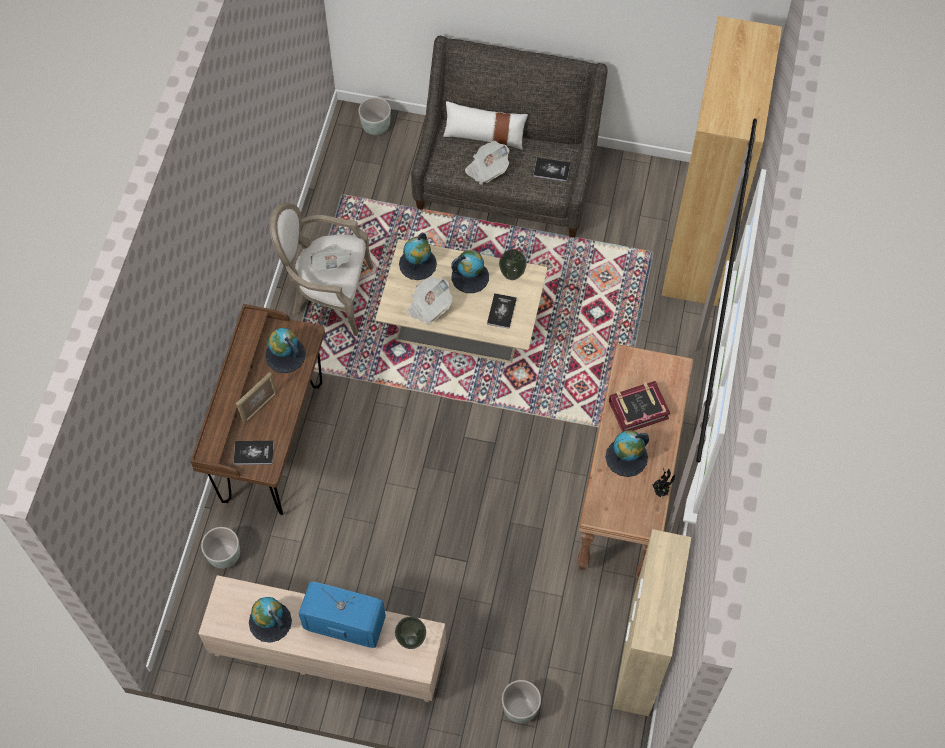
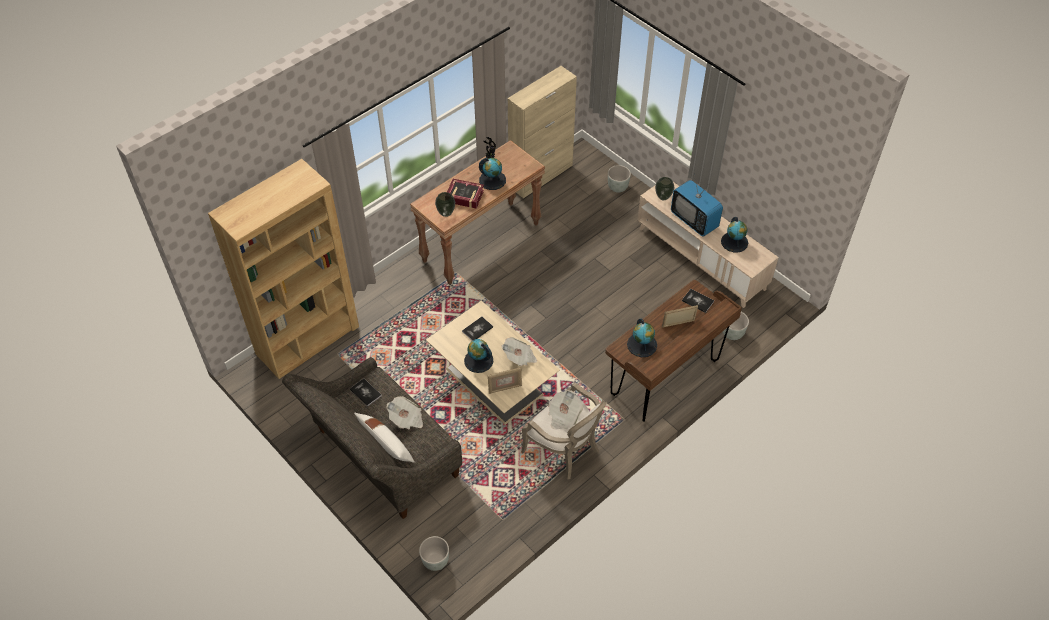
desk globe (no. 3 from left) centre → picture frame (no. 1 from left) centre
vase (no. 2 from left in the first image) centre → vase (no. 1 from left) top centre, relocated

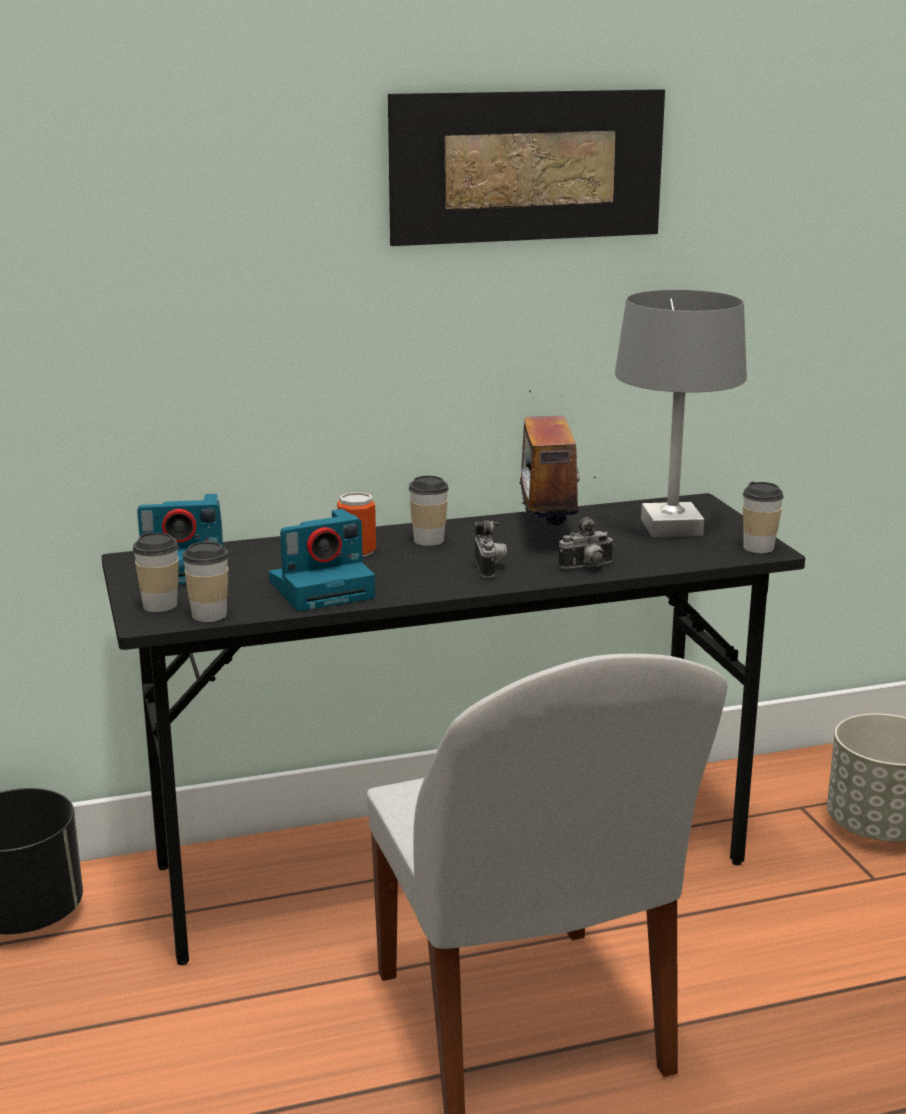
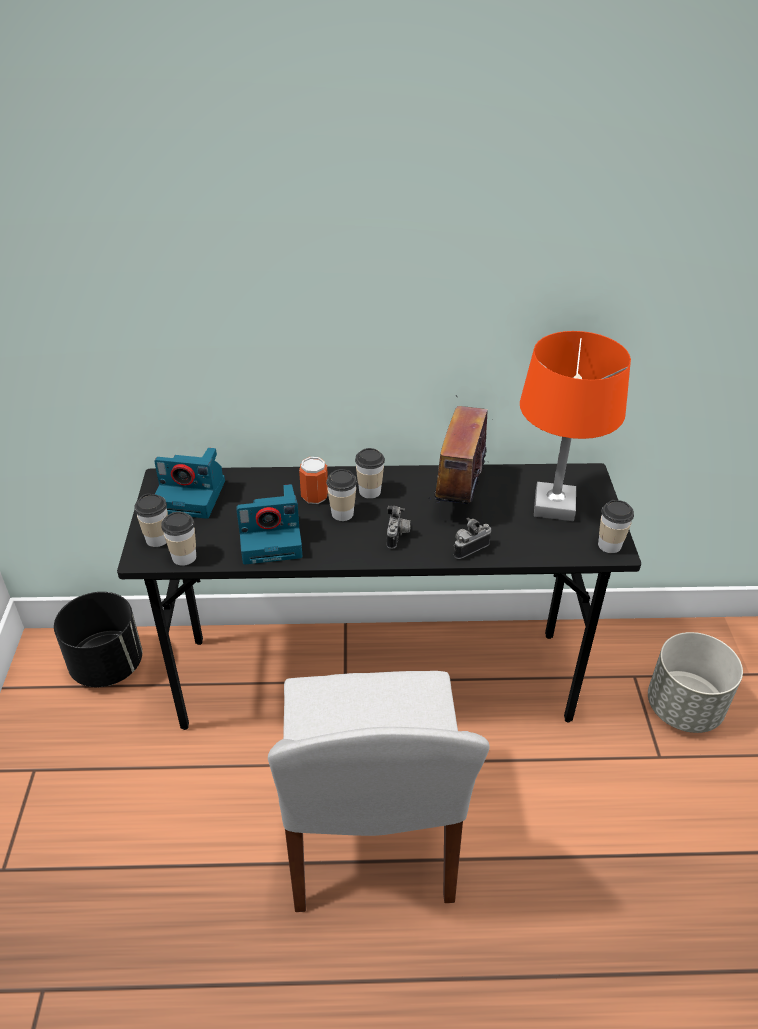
wall picture top centre → -
photo camera (no. 4 from left) centre, 150 degrees clockwise
gray table lamp middle right → orange-coloured table lamp middle right
- → small cup (no. 3 from left) centre

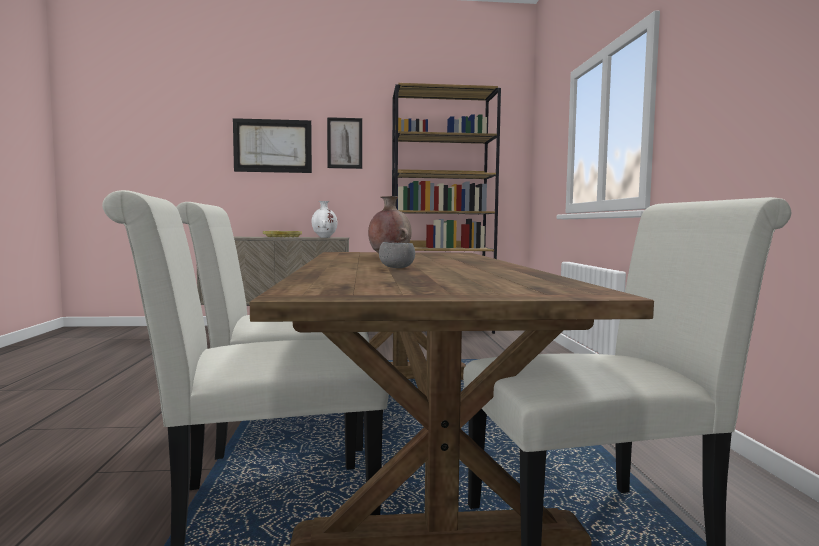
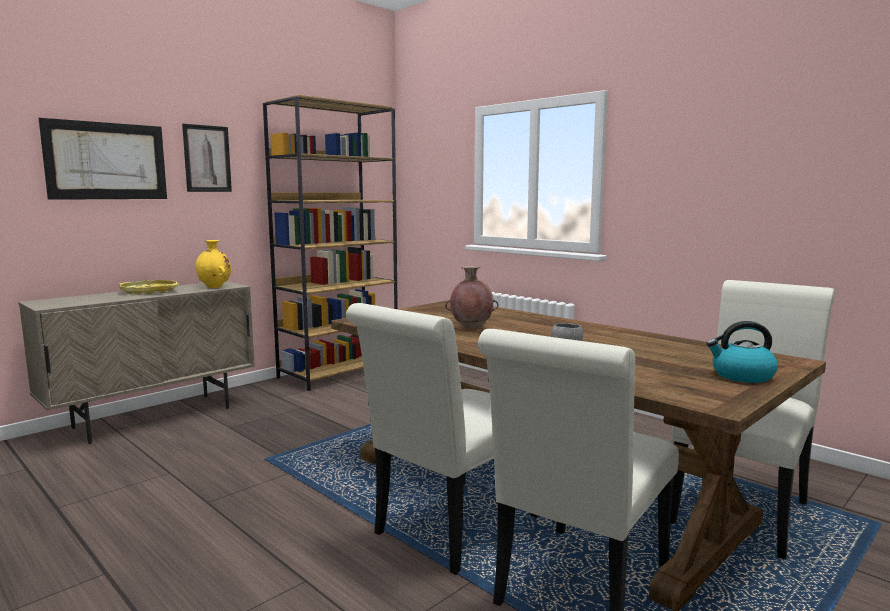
whitish vase centre → yellowish vase middle left
- → kettle middle right

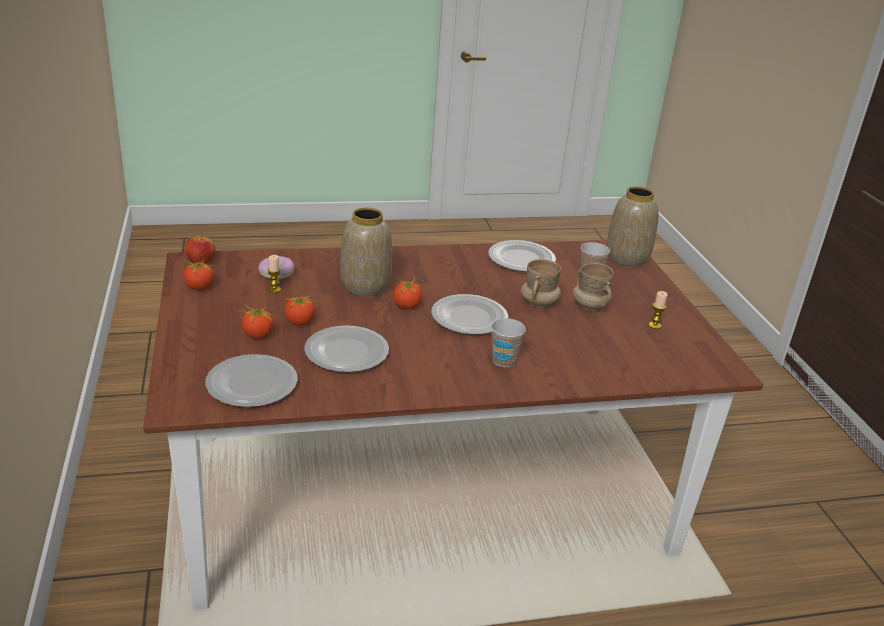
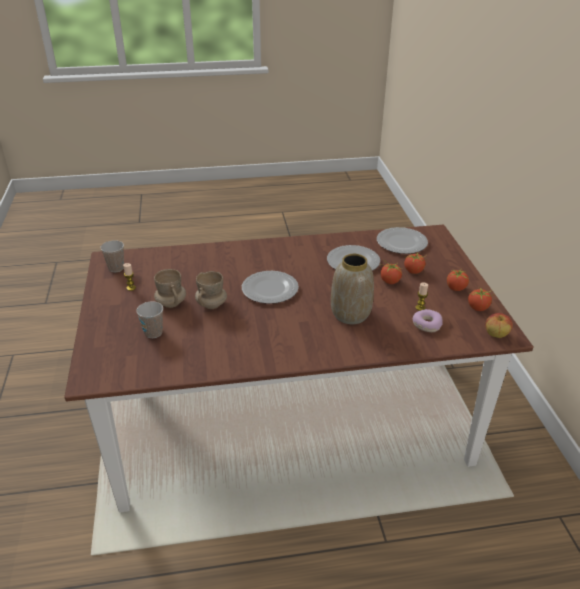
fresh tomato (no. 4 from left in the first image) centre → fresh tomato (no. 3 from left) middle right, relocated
dinner plate (no. 4 from left) centre → -
small cup (no. 1 from left) centre → small cup (no. 1 from left) middle left, relocated
vase (no. 2 from left) middle right → -

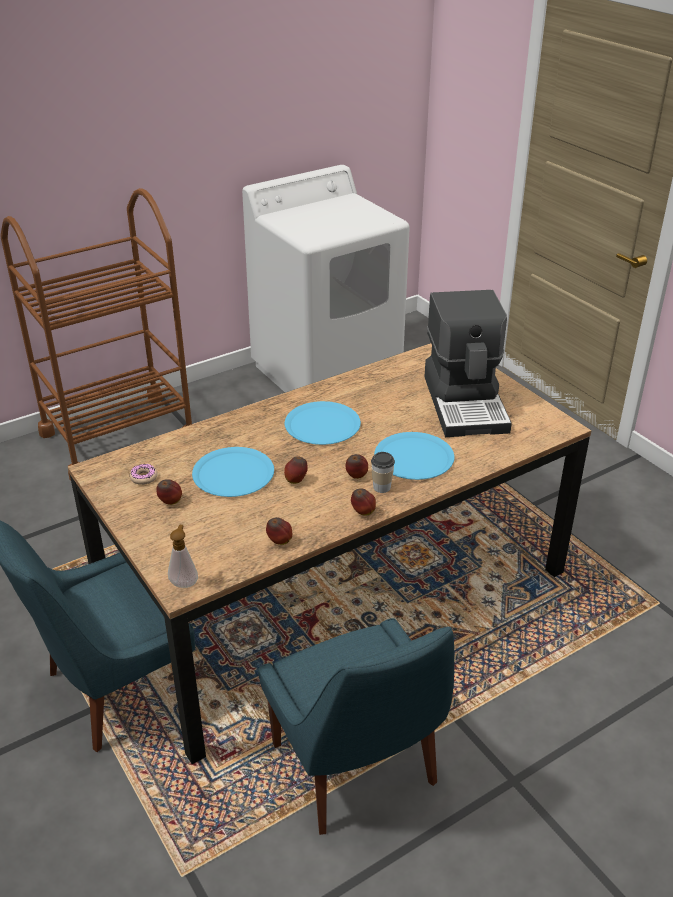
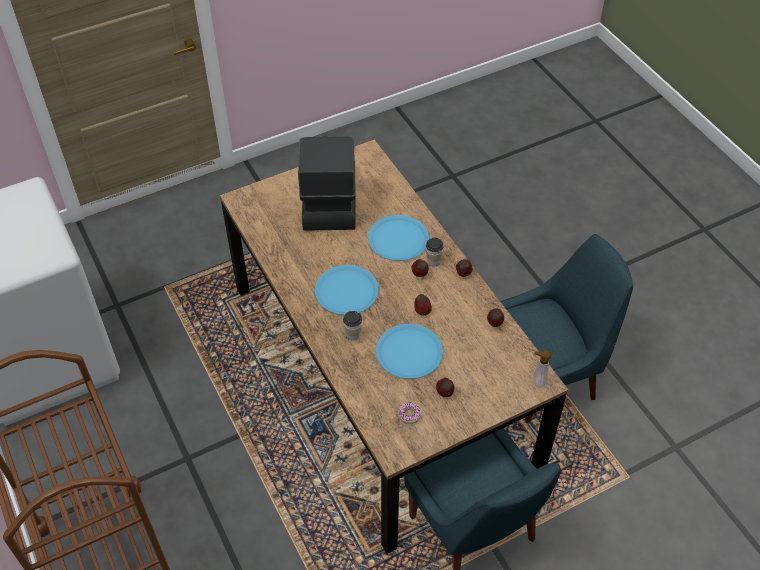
coffee machine middle right → coffee machine top centre, 90 degrees counterclockwise
- → small cup (no. 1 from left) centre

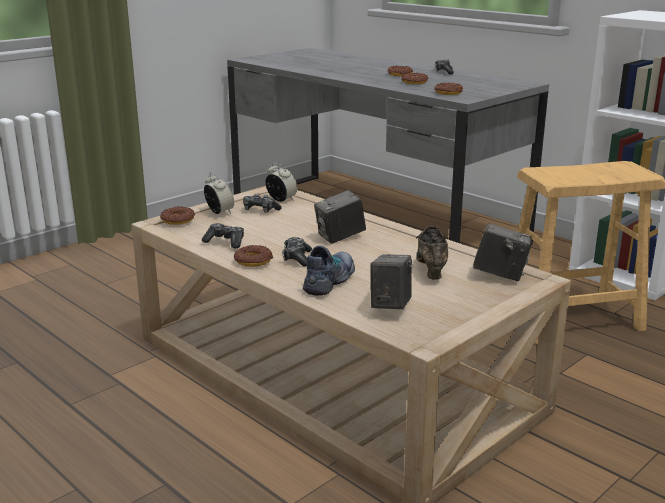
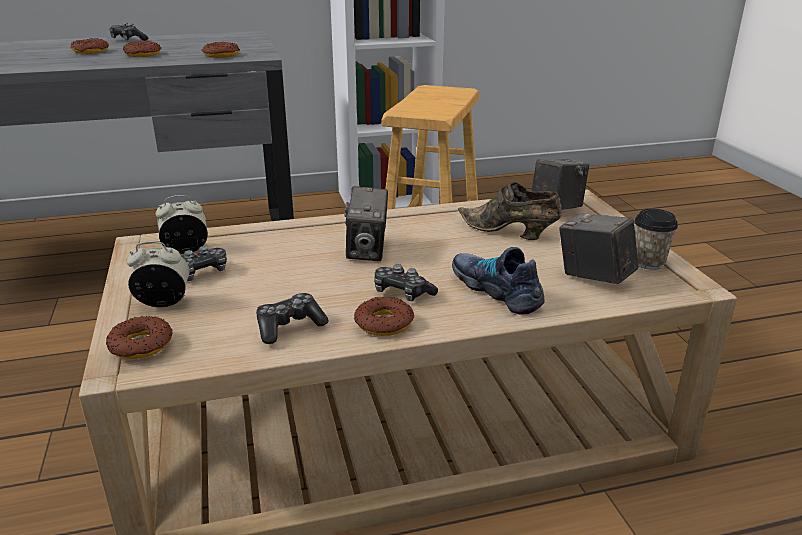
- → small cup middle right

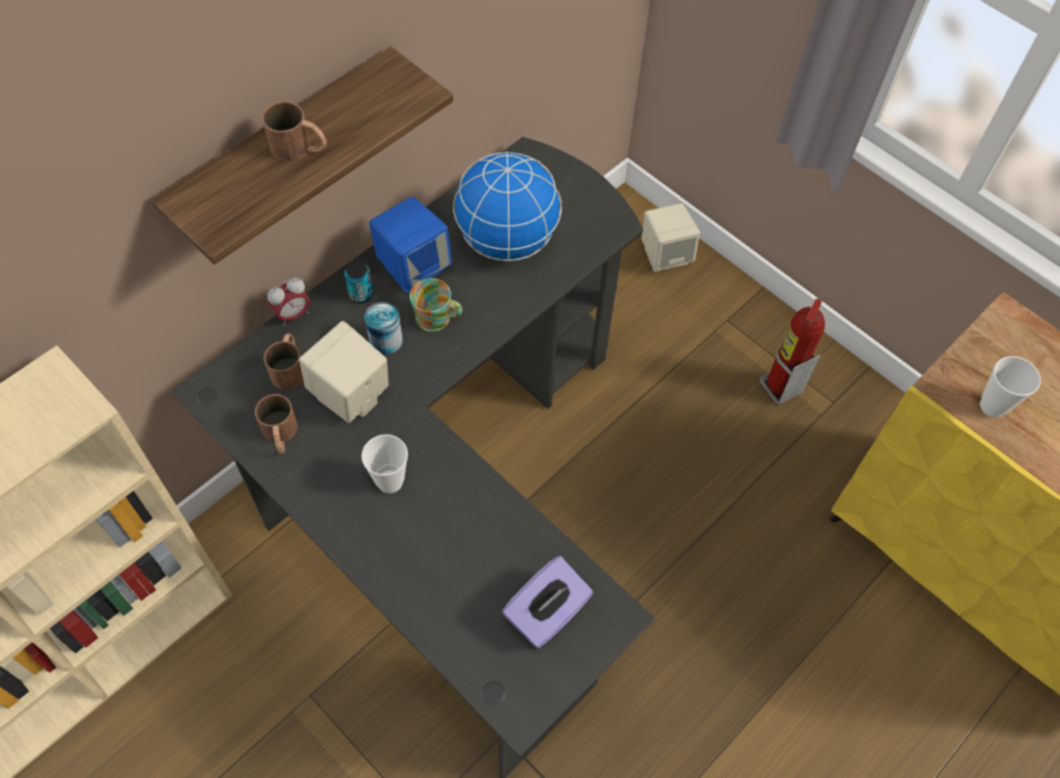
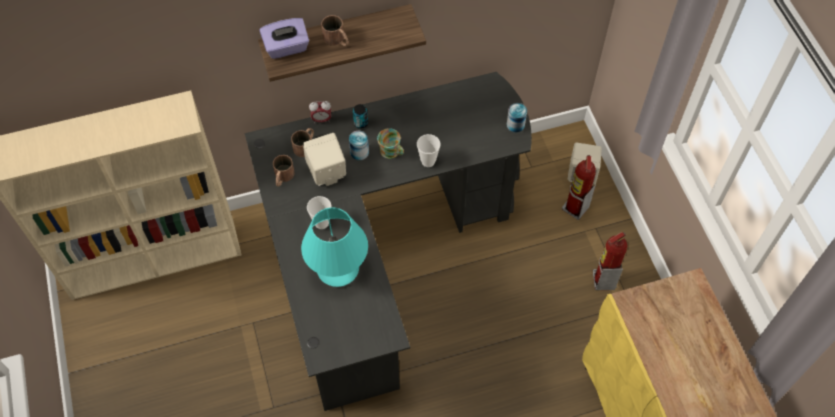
blue-coloured audio speaker top centre → -
desk globe top centre → -
purple-coloured tissue holder bottom centre → purple-coloured tissue holder top centre, relocated
small cup (no. 2 from left) middle right → small cup (no. 2 from left) centre, relocated
- → turquoise-coloured table lamp centre
- → metal can (no. 3 from left) top centre
- → extinguisher (no. 1 from left) middle right

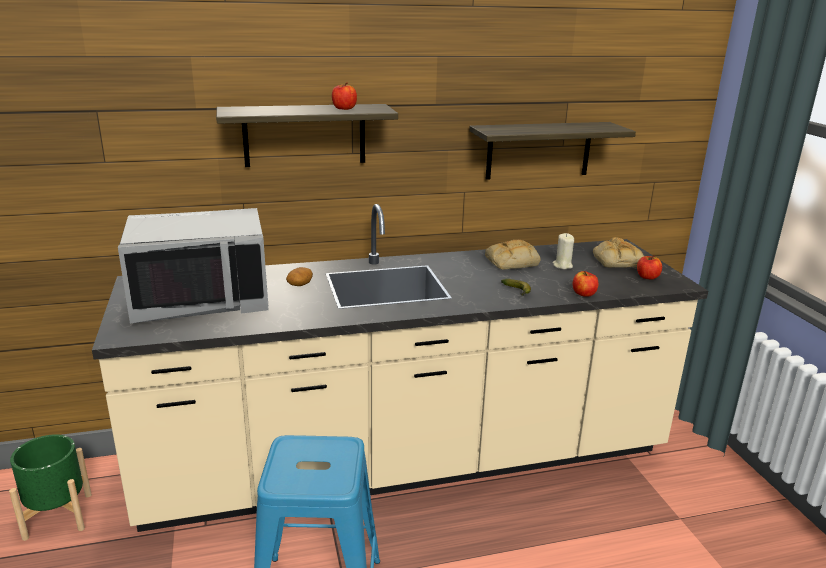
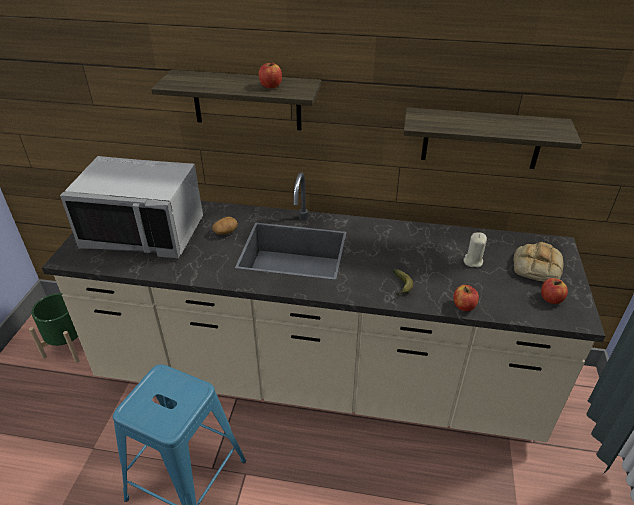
bread (no. 1 from left) centre → -

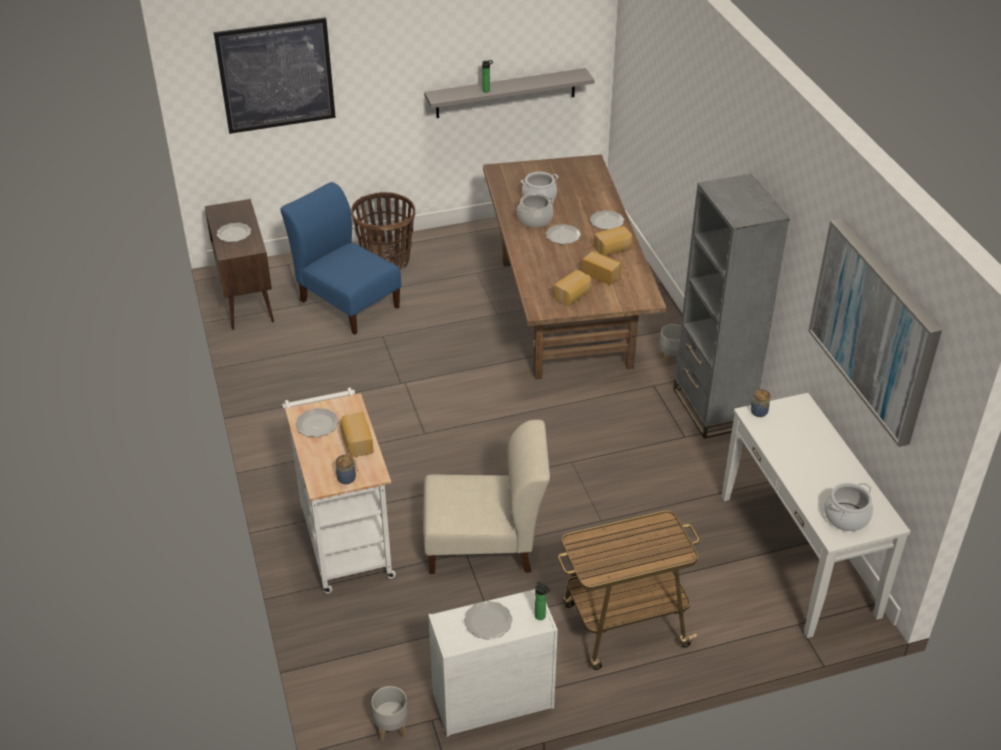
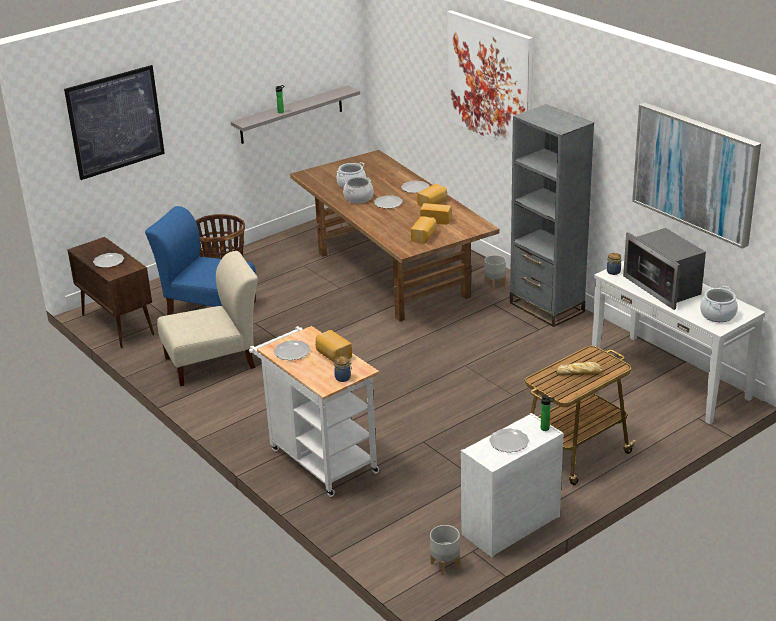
sand-coloured plain chair centre → sand-coloured plain chair middle left, relocated
- → wall picture (no. 2 from left) top centre
- → bread (no. 5 from left) middle right
- → microwave middle right

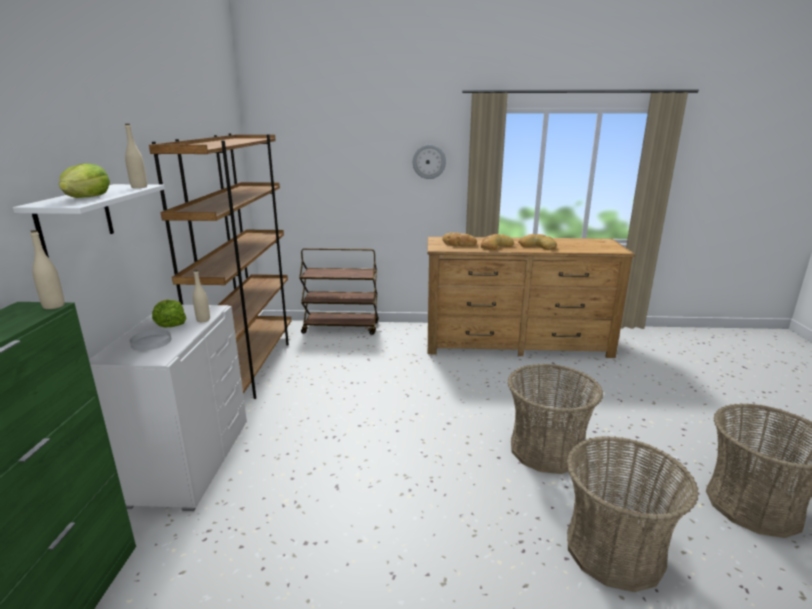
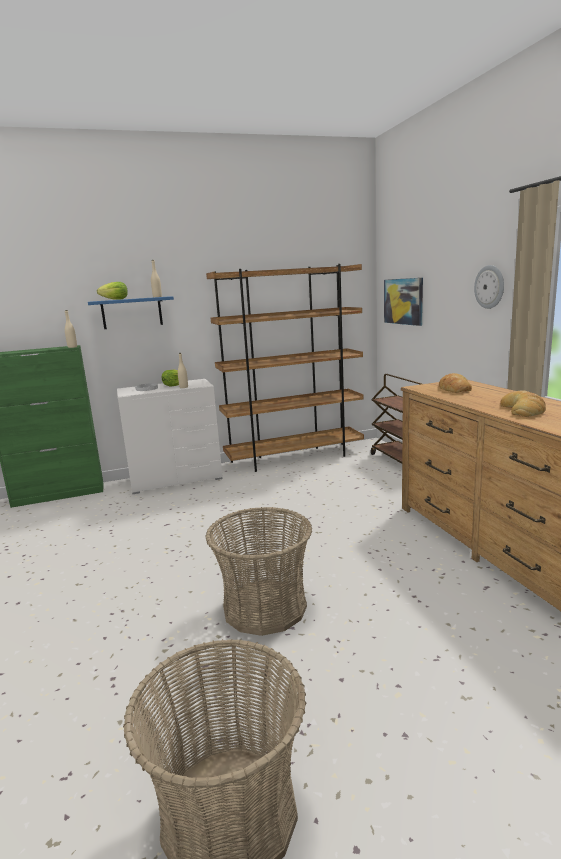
whitish shelf middle left → blue-coloured shelf middle left
bread (no. 2 from left) centre → -
basket (no. 2 from left) bottom right → -
- → wall picture middle right

